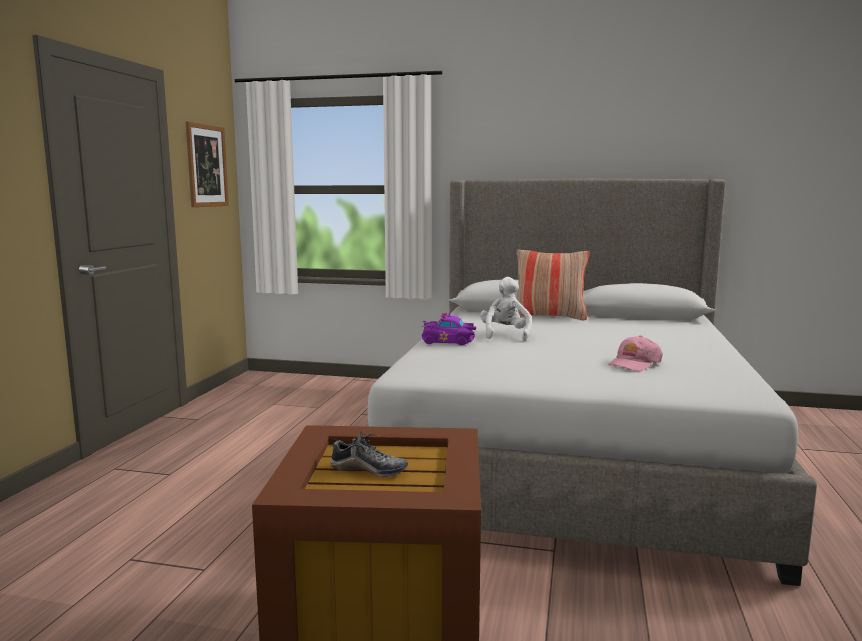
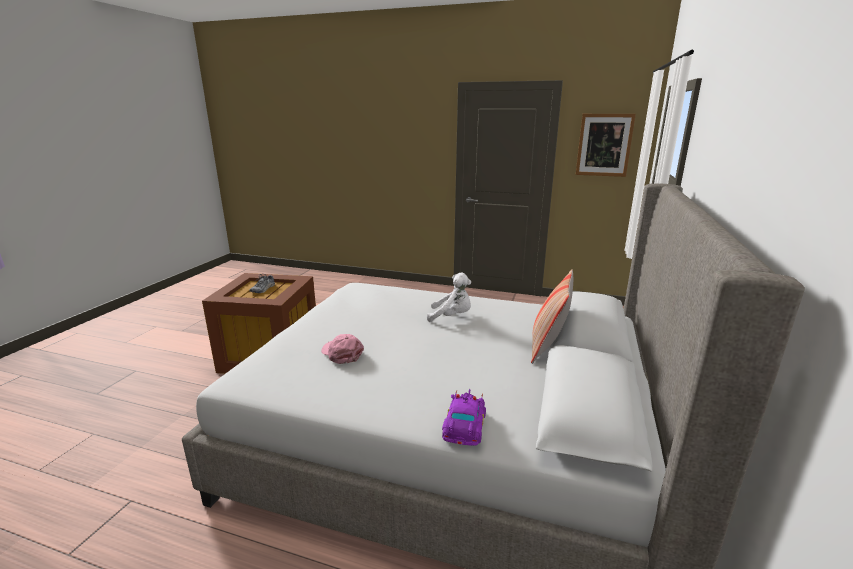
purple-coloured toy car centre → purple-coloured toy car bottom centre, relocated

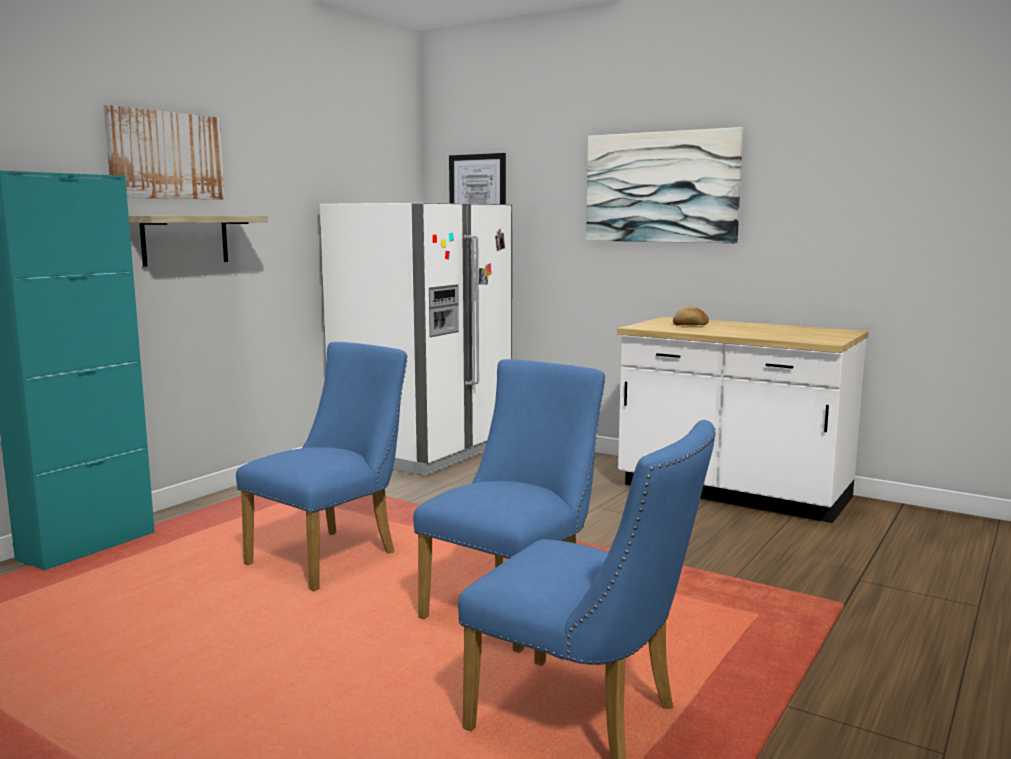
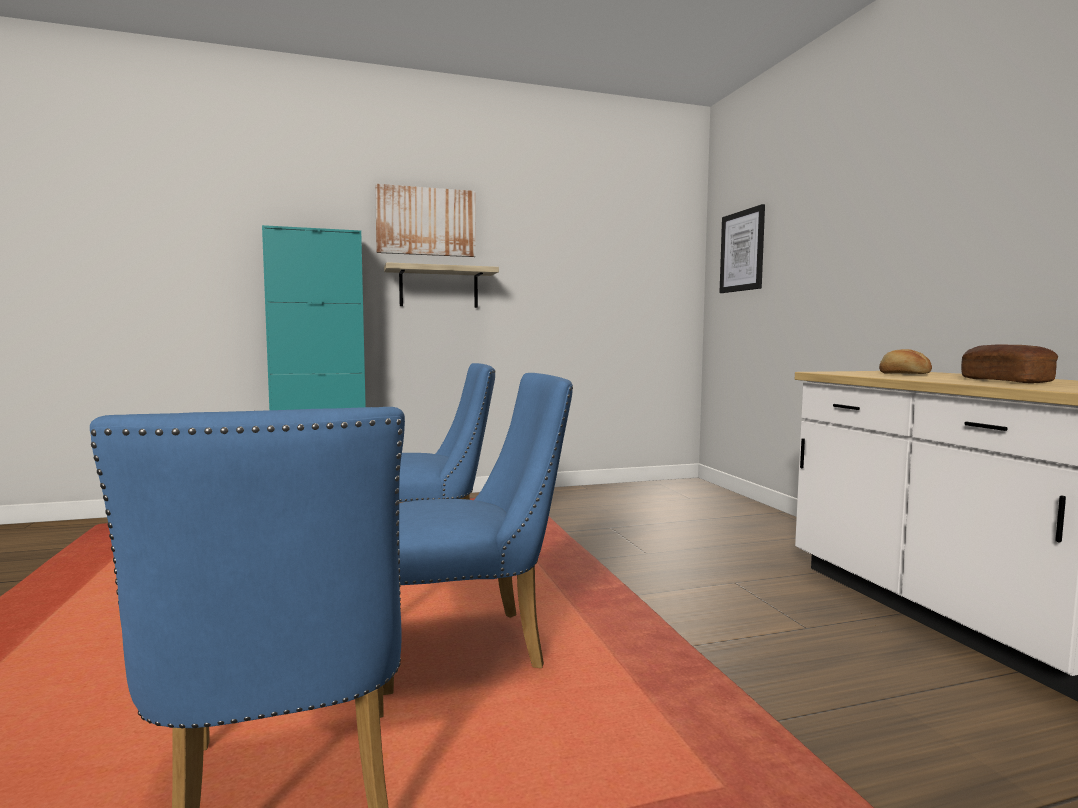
whitish fridge centre → -
wall picture (no. 3 from left) top centre → -
- → bread (no. 2 from left) middle right

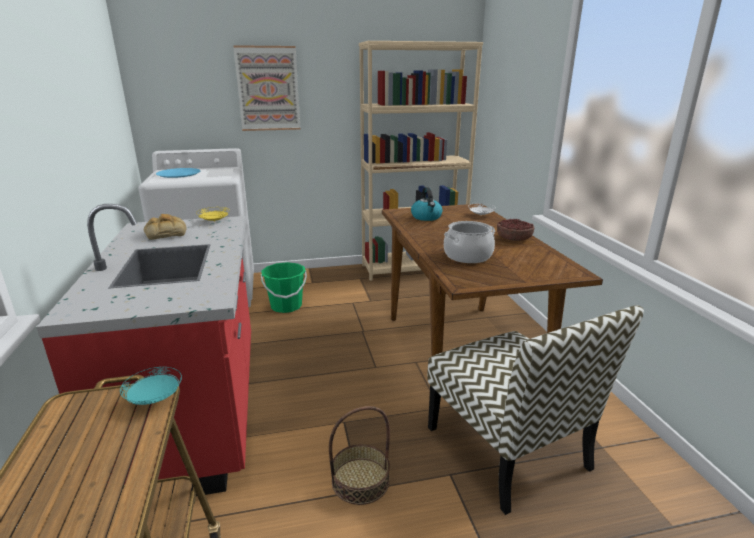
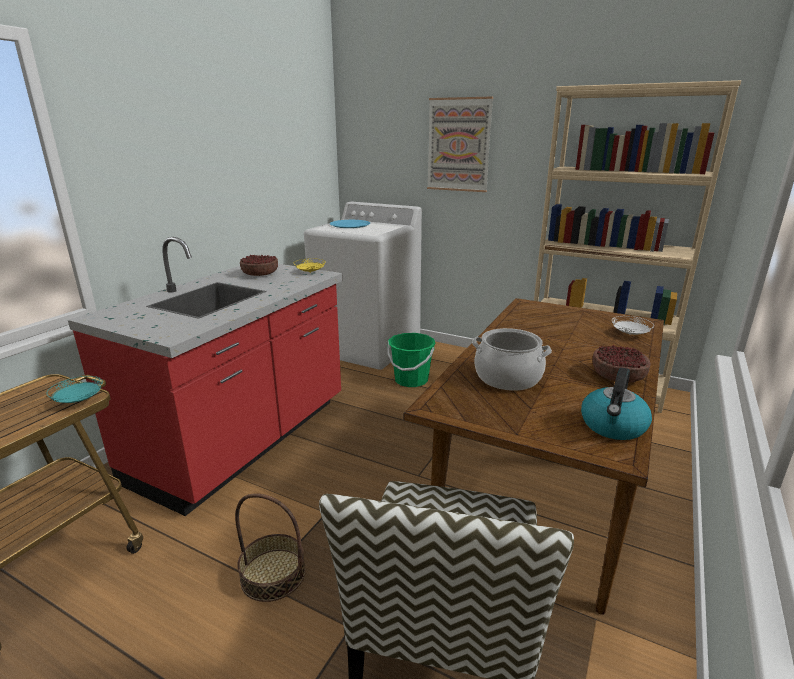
bread middle left → deep dish (no. 1 from left) middle left
kettle centre → kettle middle right, relocated

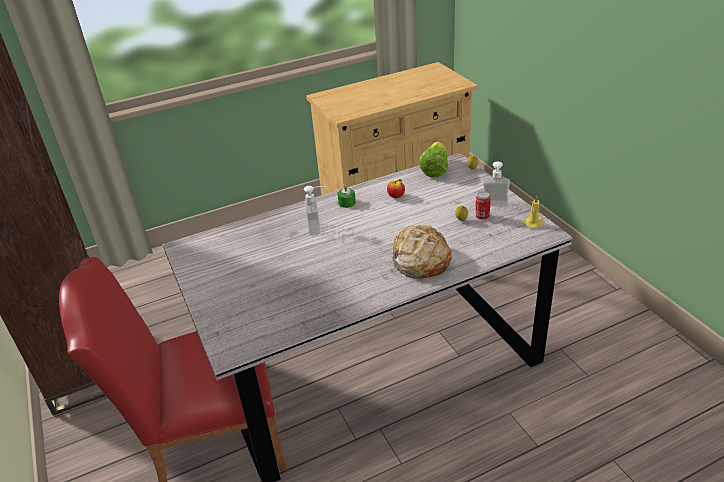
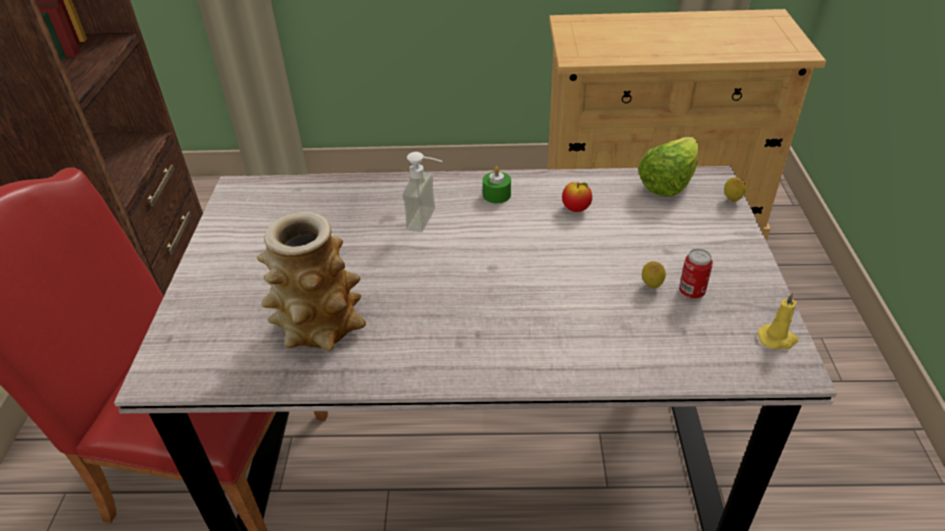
bread centre → -
liquid soap bottle (no. 2 from left) middle right → -
- → vase middle left

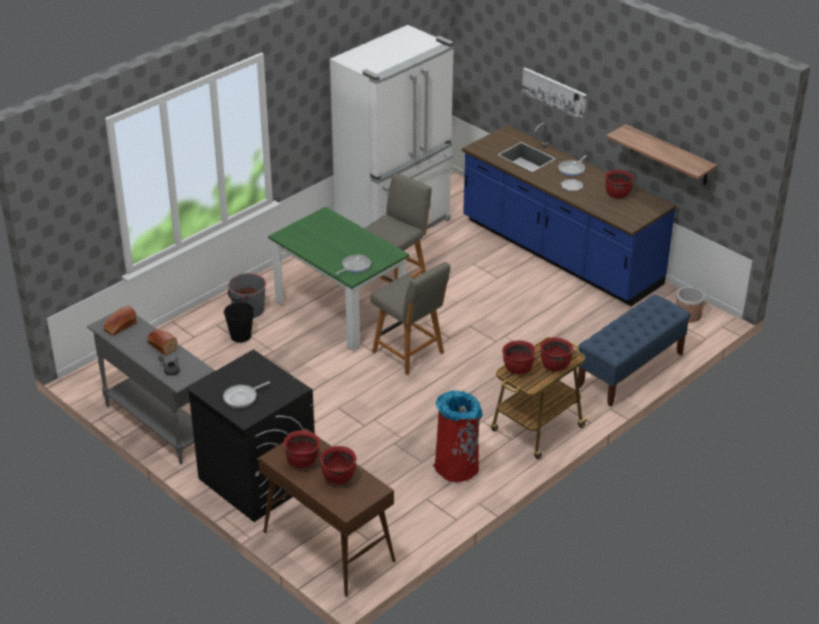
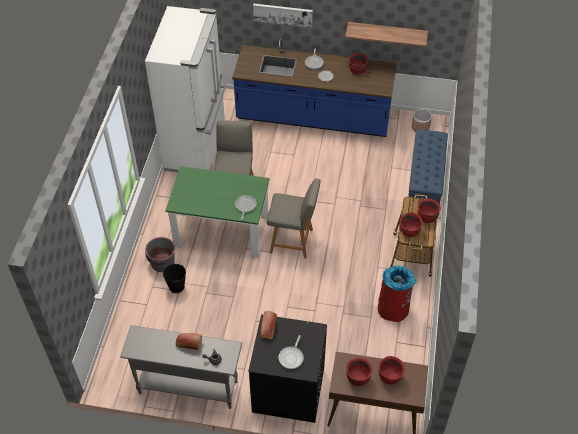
bread (no. 1 from left in the first image) middle left → bread (no. 2 from left) bottom centre, relocated

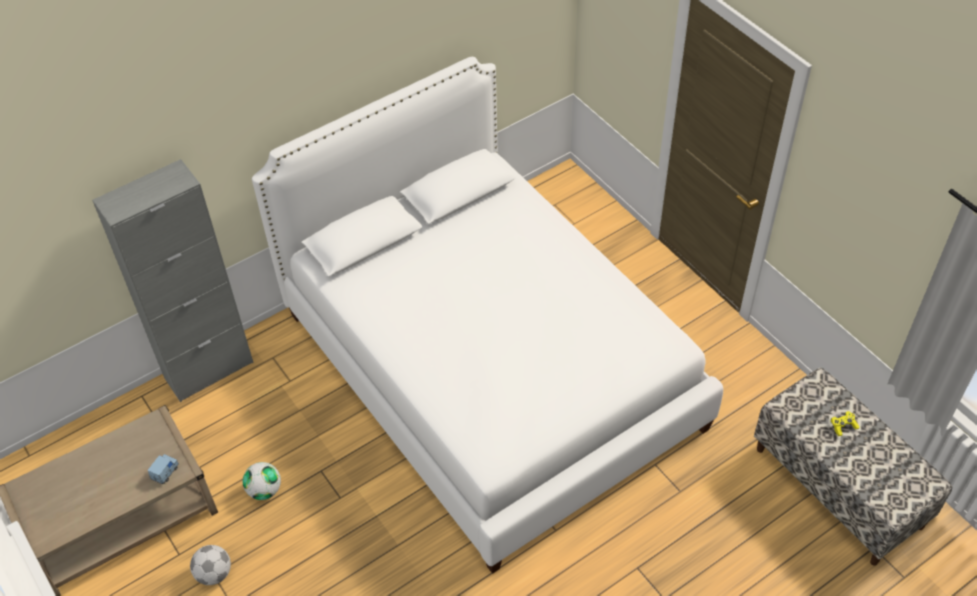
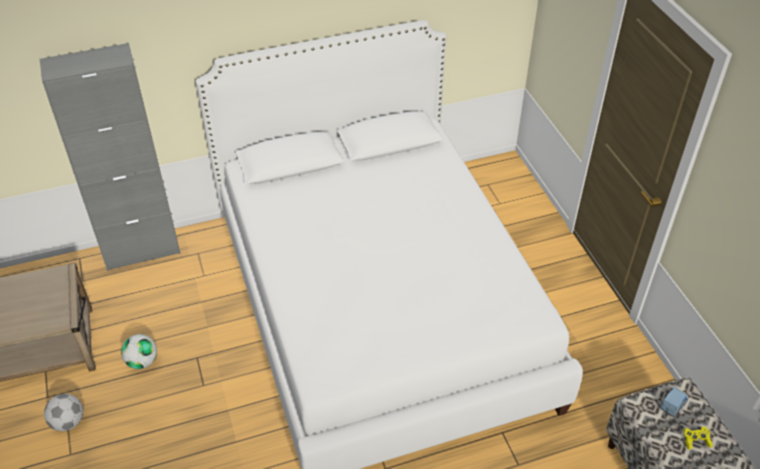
blue-coloured toy car bottom left → blue-coloured toy car bottom right, relocated

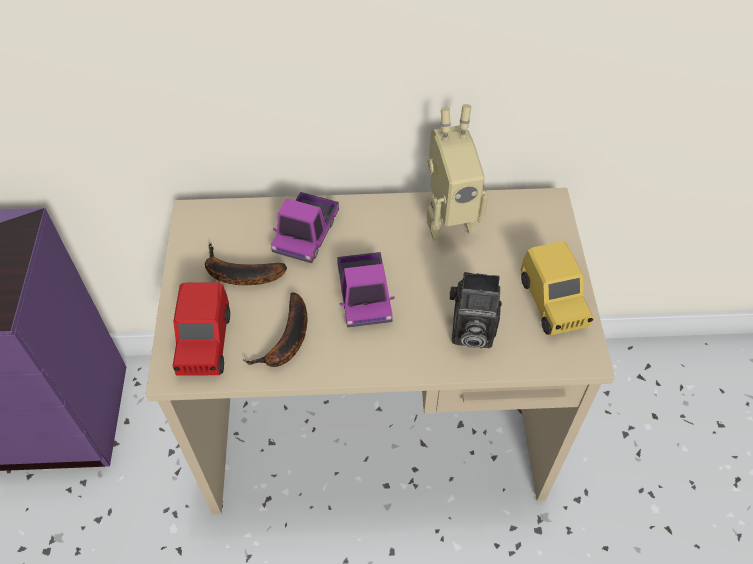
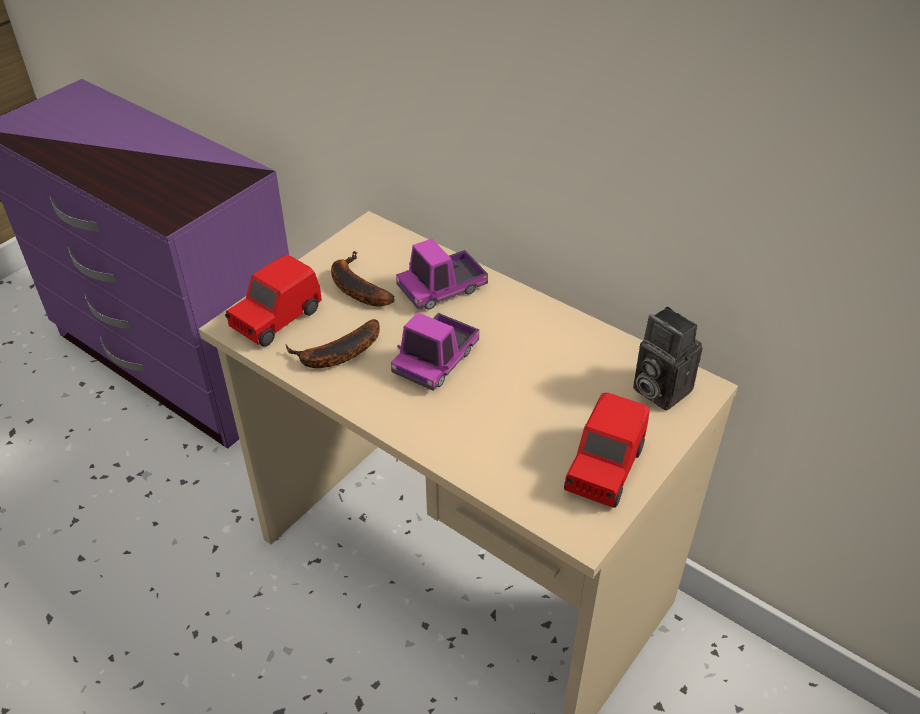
model robot top centre → -
photo camera centre → photo camera middle right, relocated
yellowish toy car middle right → red-coloured toy car (no. 2 from left) centre

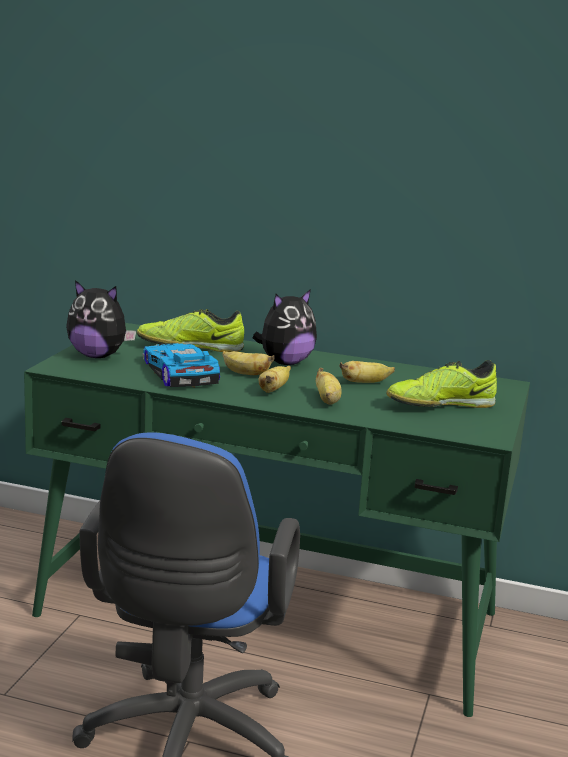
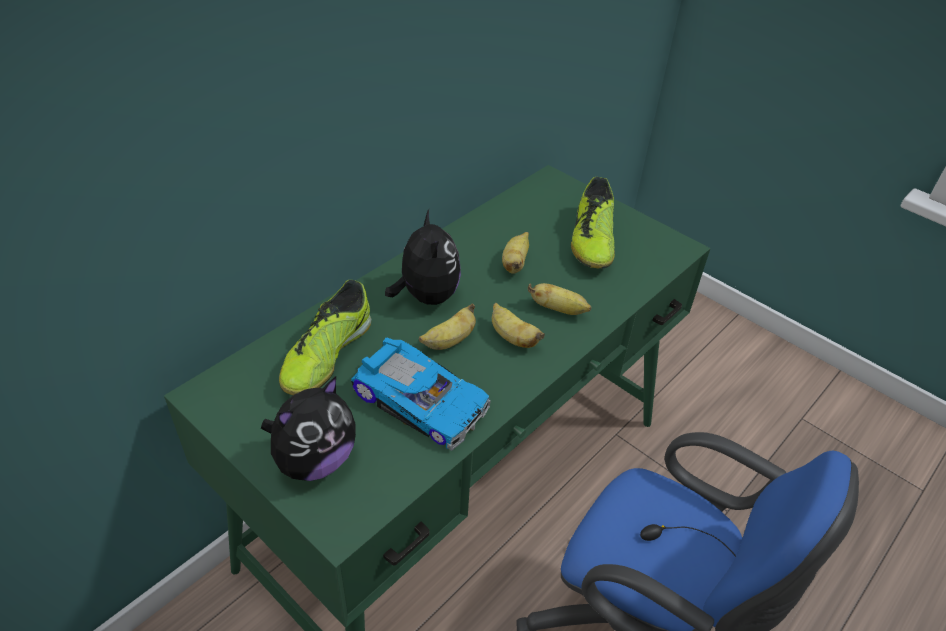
toy car middle left → toy car centre, 150 degrees counterclockwise

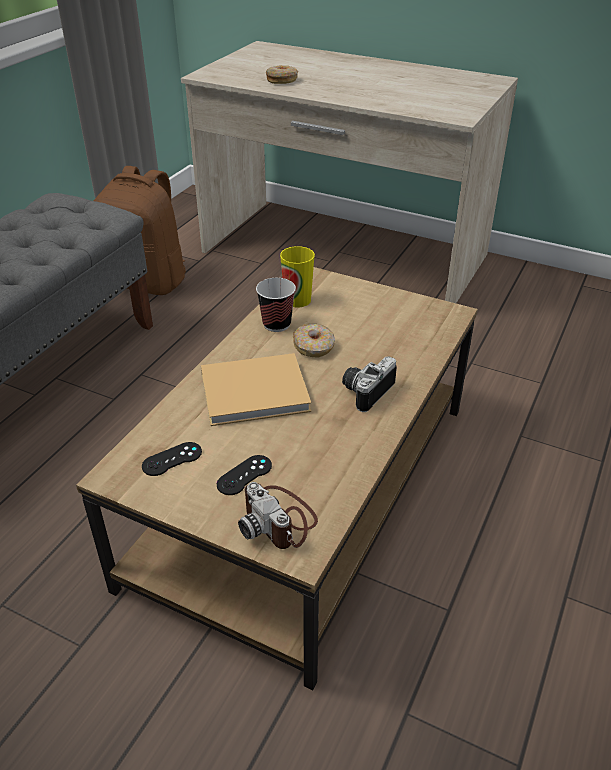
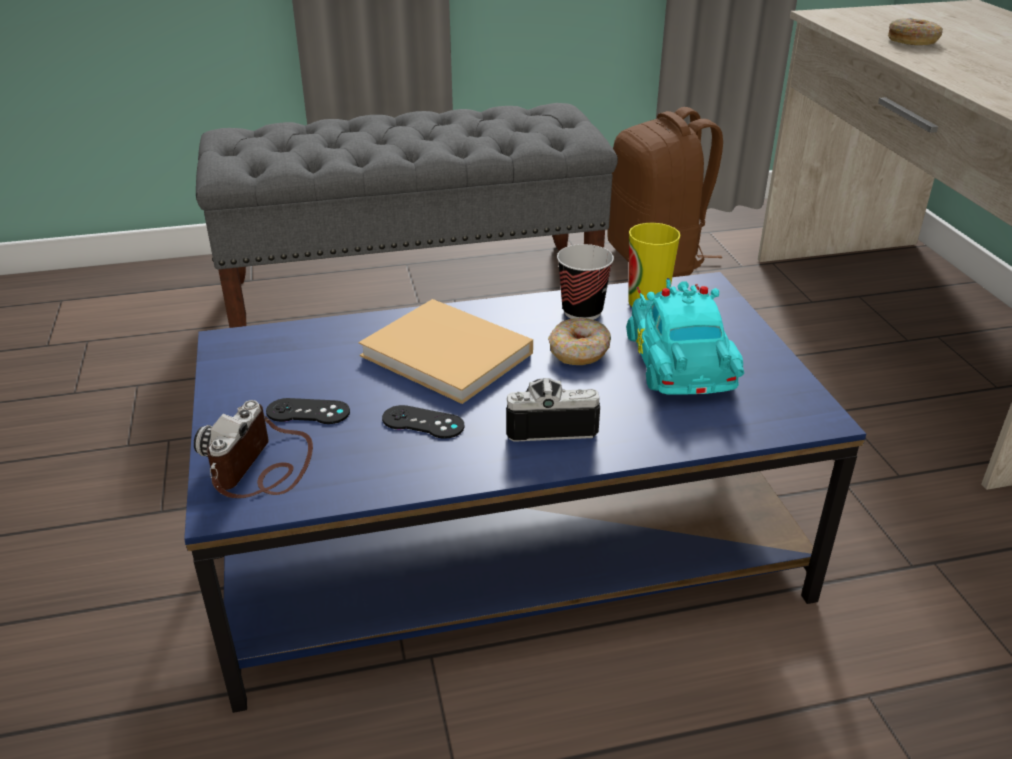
brownish lounge table centre → blue-coloured lounge table centre
black-coloured gamepad (no. 1 from left in the first image) middle left → black-coloured gamepad (no. 2 from left) centre, relocated
- → turquoise-coloured toy car middle right

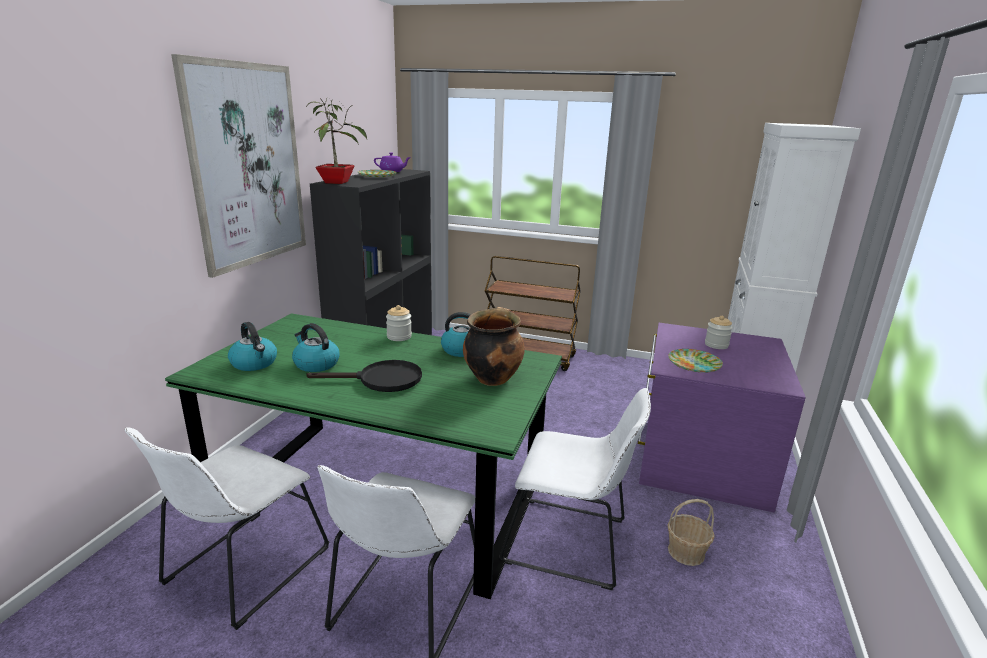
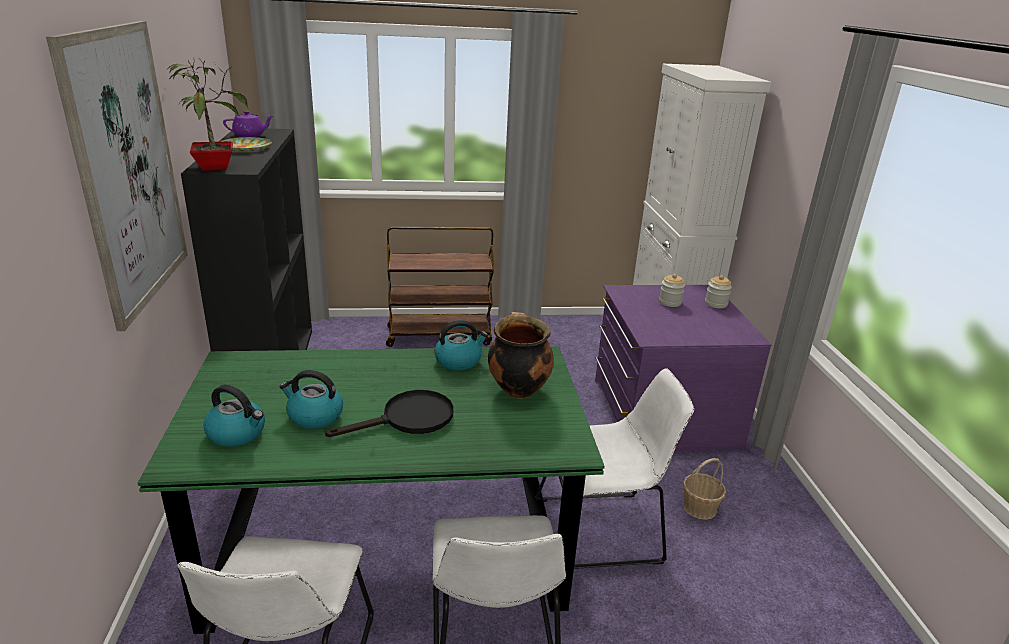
jar (no. 1 from left in the first image) centre → jar (no. 2 from left) middle right, relocated
dinner plate (no. 2 from left) middle right → -

